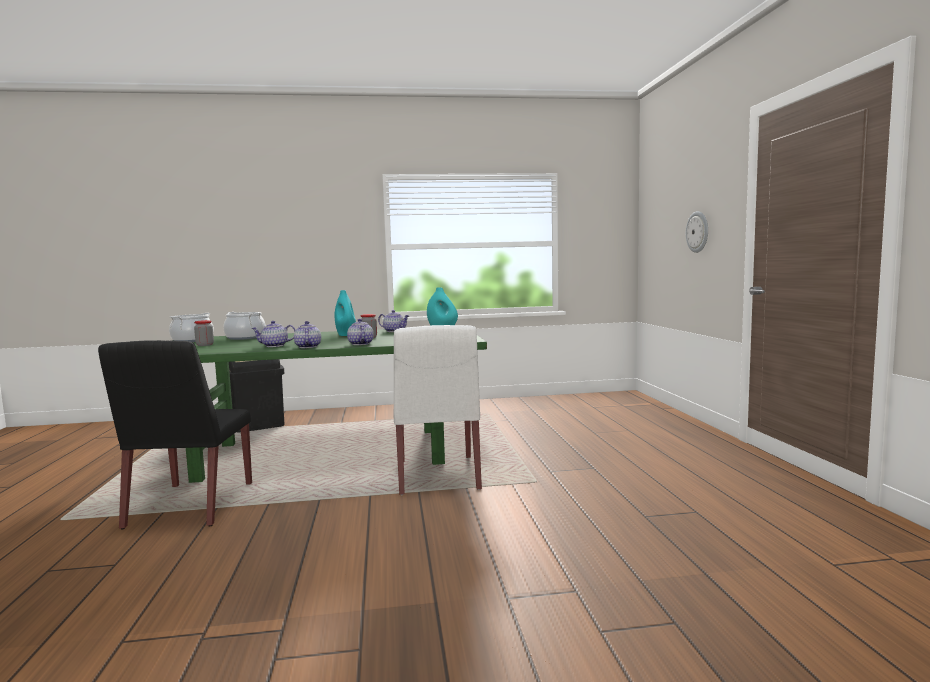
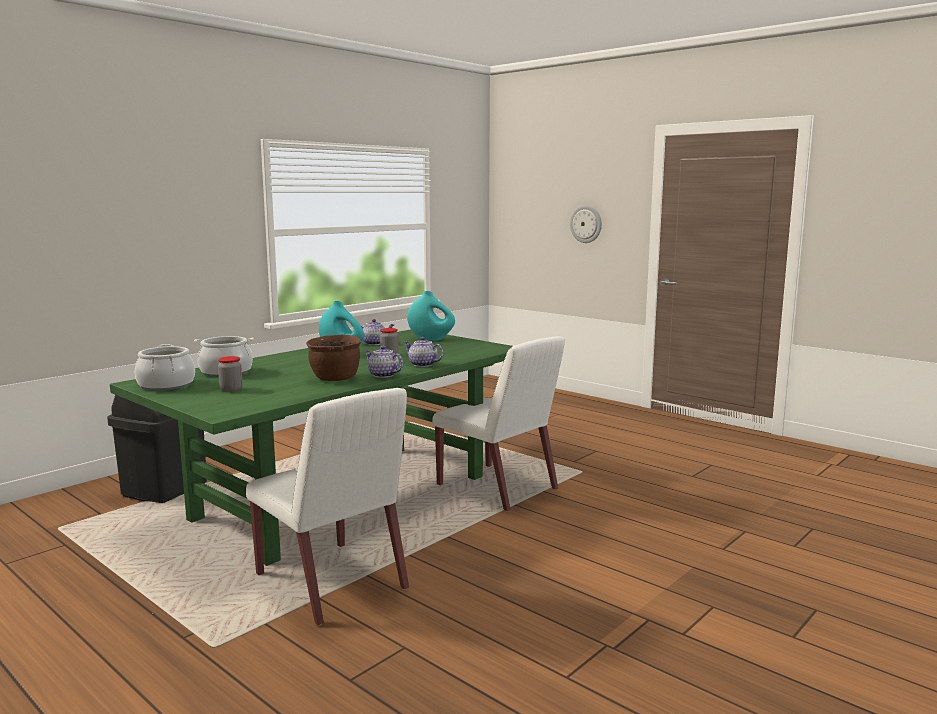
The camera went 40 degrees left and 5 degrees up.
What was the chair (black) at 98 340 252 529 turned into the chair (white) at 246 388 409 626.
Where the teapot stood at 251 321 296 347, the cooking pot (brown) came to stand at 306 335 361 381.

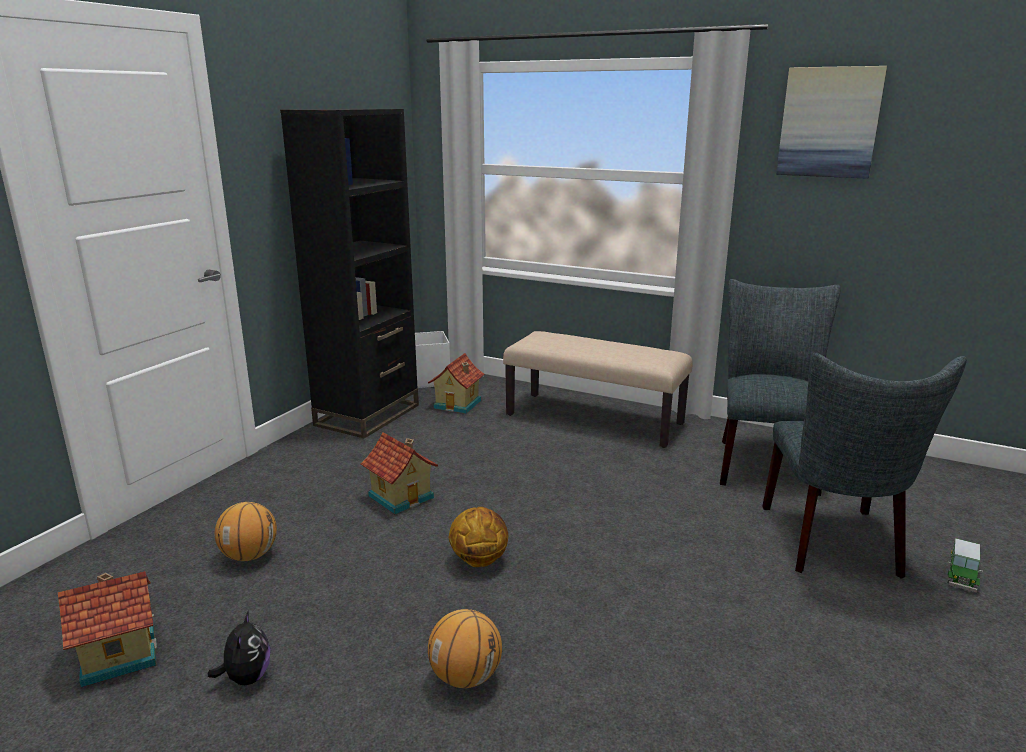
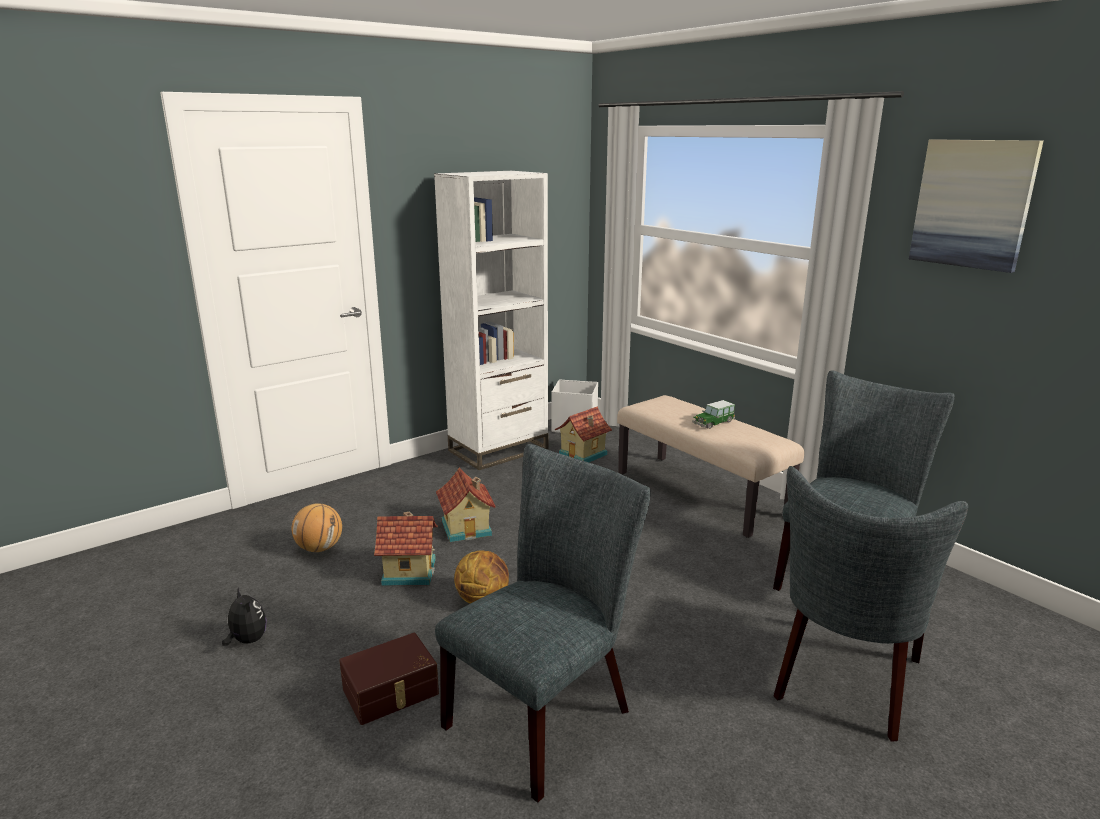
The camera went 25 degrees right and 0 degrees up.
The toy house ended up elsewhere, having gone from 58 571 157 687 to 374 511 438 586.
The plush toy at 208 610 270 685 ended up facing another way, 60 degrees counterclockwise from before.
What was the bookcase (black) at 280 109 419 438 turned into the bookcase (white) at 434 171 548 470.
Where the basketball stood at 428 609 502 688, the storage box (brown) came to stand at 339 633 439 725.
The toy car ended up elsewhere, having gone from 947 538 983 592 to 692 400 735 429.
The second view gained the chair (grey) at 435 444 651 803.

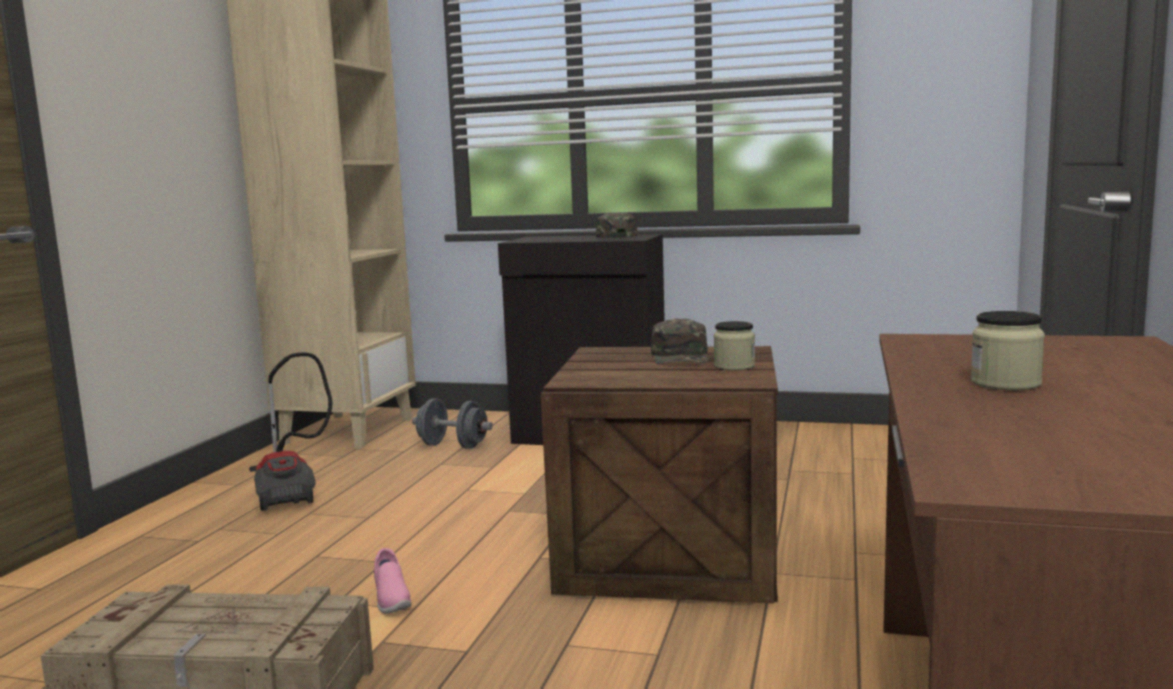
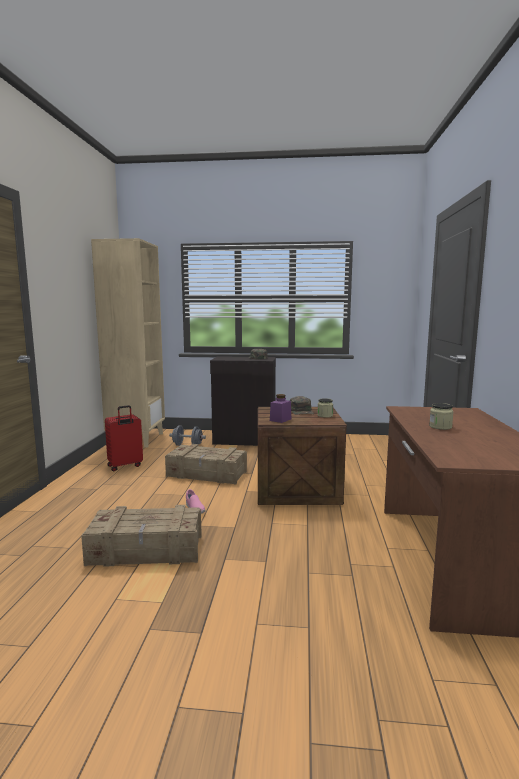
The camera went 10 degrees left and 0 degrees up.
Where the vacuum cleaner stood at 249 352 332 511, the suitcase (red) came to stand at 105 405 143 471.
The second view gained the crate at 165 444 247 485.
The second view gained the jar (purple) at 270 394 291 423.

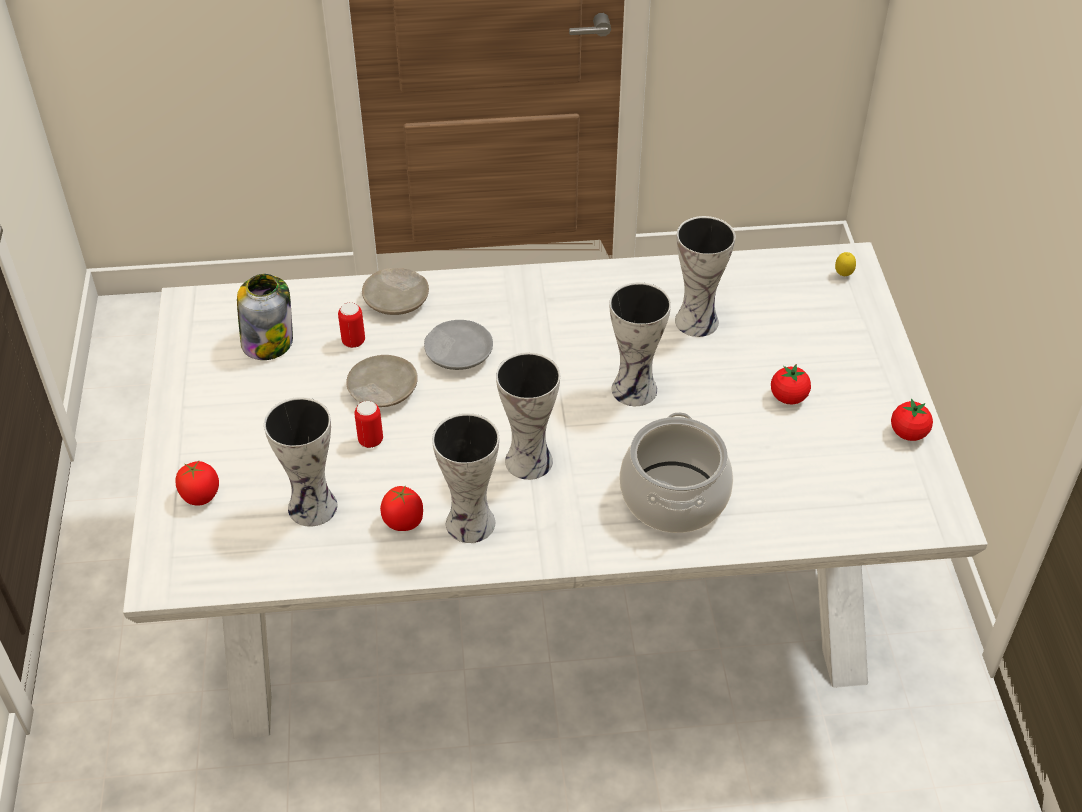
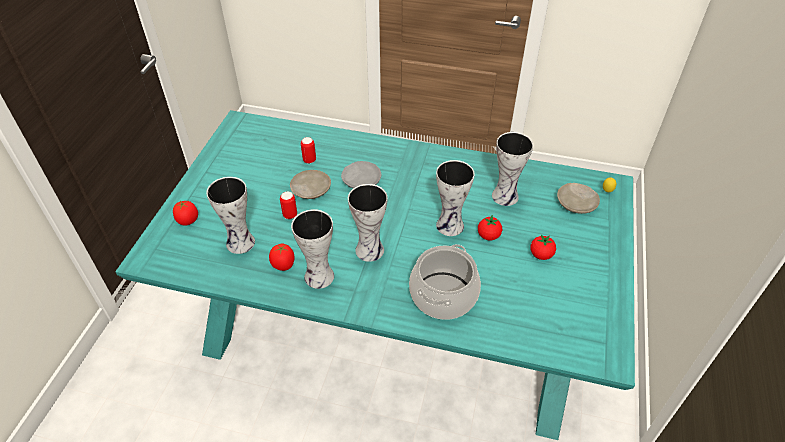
The camera went 20 degrees right and 0 degrees up.
What was the dining table (white) at 123 242 988 739 turned into the dining table (turquoise) at 115 110 635 440.
The second view lost the jar at 237 274 293 360.
The plate (beige) ended up elsewhere, having gone from 362 268 429 315 to 557 183 600 214.
The tomato ended up elsewhere, having gone from 891 398 933 441 to 478 215 502 241.

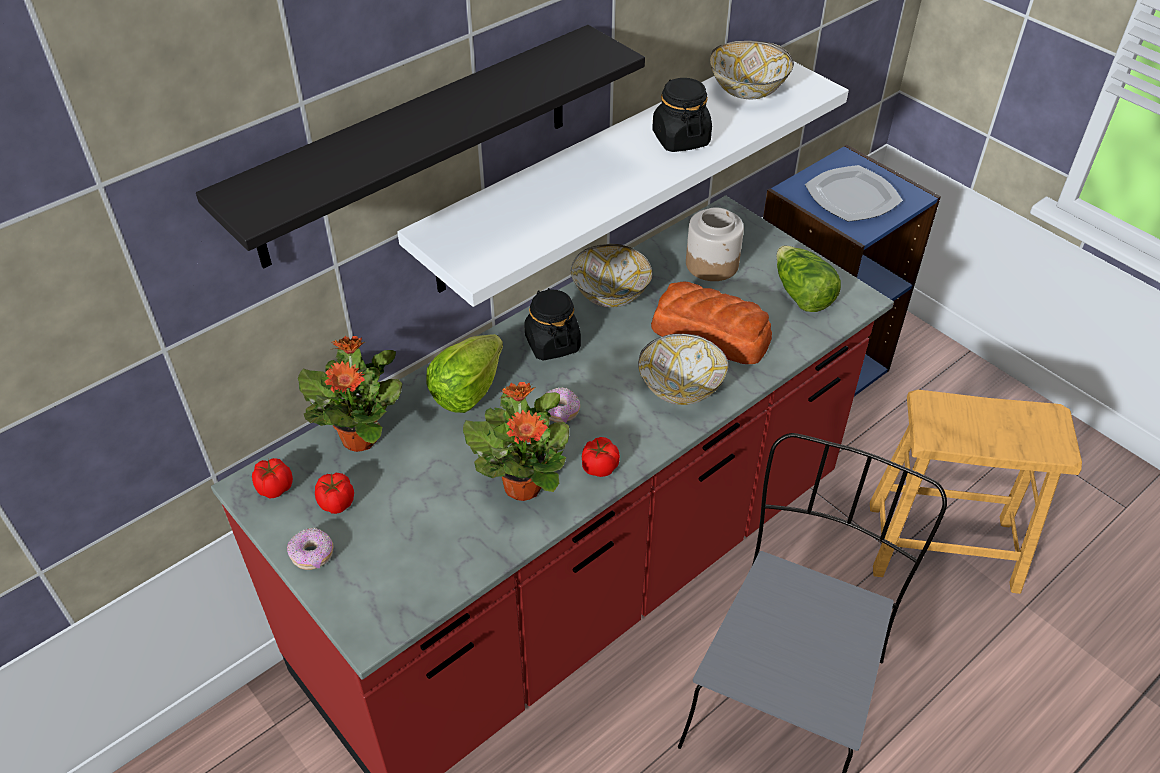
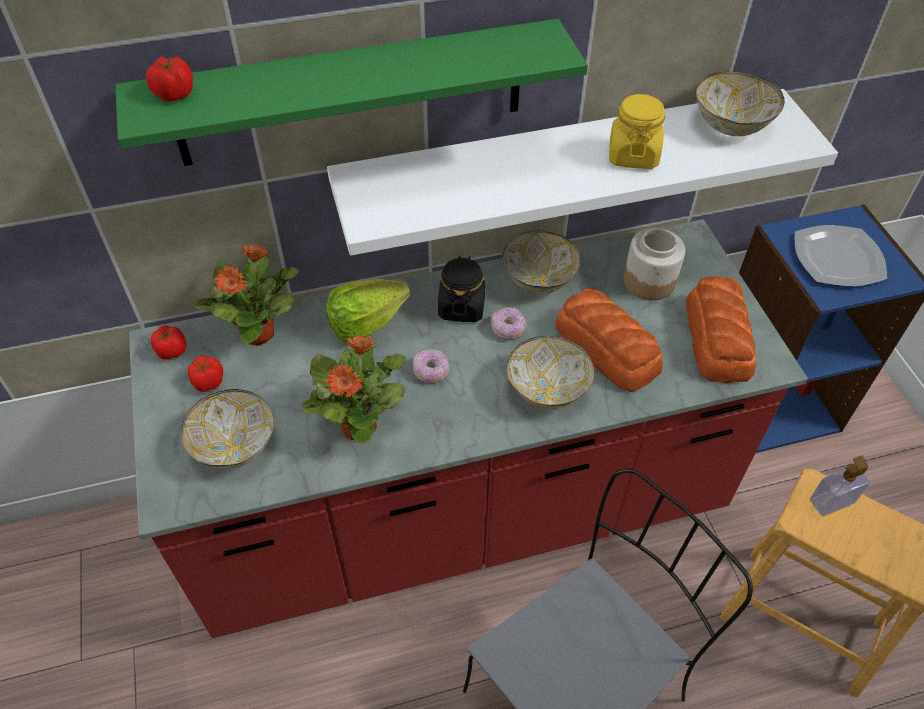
The camera went 25 degrees right and 5 degrees up.
What was the shelf (black) at 196 25 645 268 turned into the shelf (green) at 115 19 588 166.
The donut ended up elsewhere, having gone from 287 527 333 570 to 491 307 526 340.
The tomato ended up elsewhere, having gone from 582 437 620 477 to 146 56 193 101.
What was the jar (black) at 652 78 712 152 turned into the jar (yellow) at 609 94 665 169.
Where the lettuce stood at 777 245 841 312, the bread came to stand at 686 276 756 383.
The second view gained the bowl at 181 389 274 469.
The second view gained the soap dispenser at 810 455 870 516.

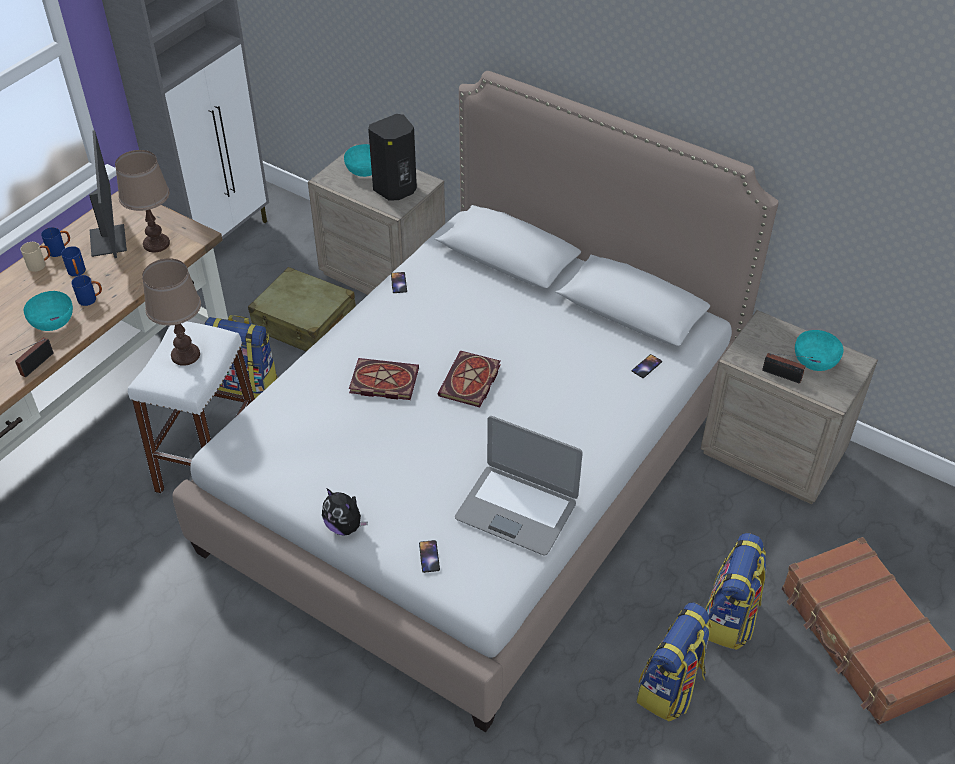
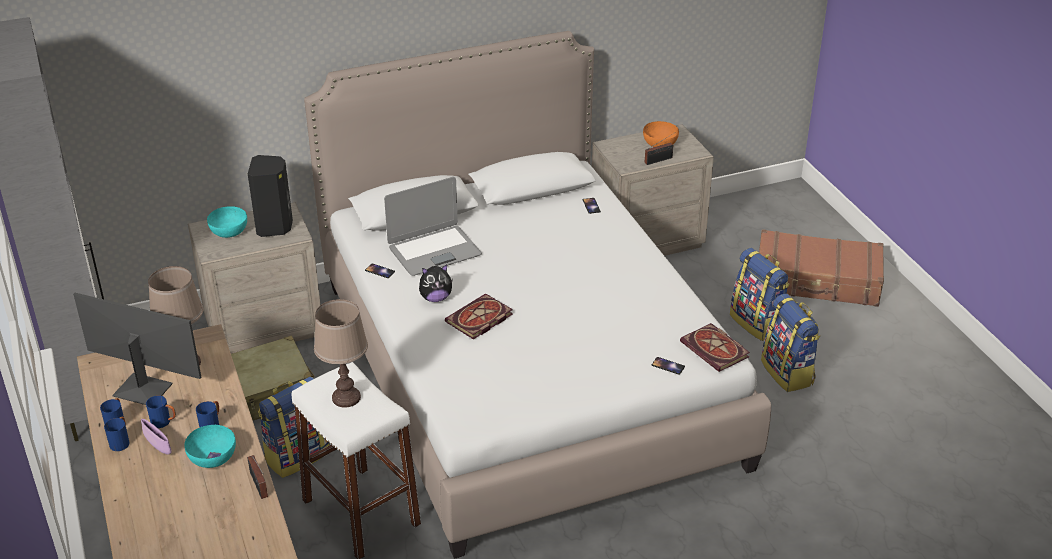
The camera went 55 degrees left and 10 degrees down.
What was the mug (beige) at 20 242 50 272 turned into the mug (blue) at 104 417 130 451.
The plush toy ended up elsewhere, having gone from 322 488 368 536 to 419 265 453 302.
The book ended up elsewhere, having gone from 438 351 500 407 to 680 323 750 372.
The laptop ended up elsewhere, having gone from 455 416 583 555 to 384 177 482 276.
What was the bowl (turquoise) at 795 330 843 371 turned into the bowl (orange) at 643 121 679 147.
The second view gained the bowl (purple) at 141 419 171 455.

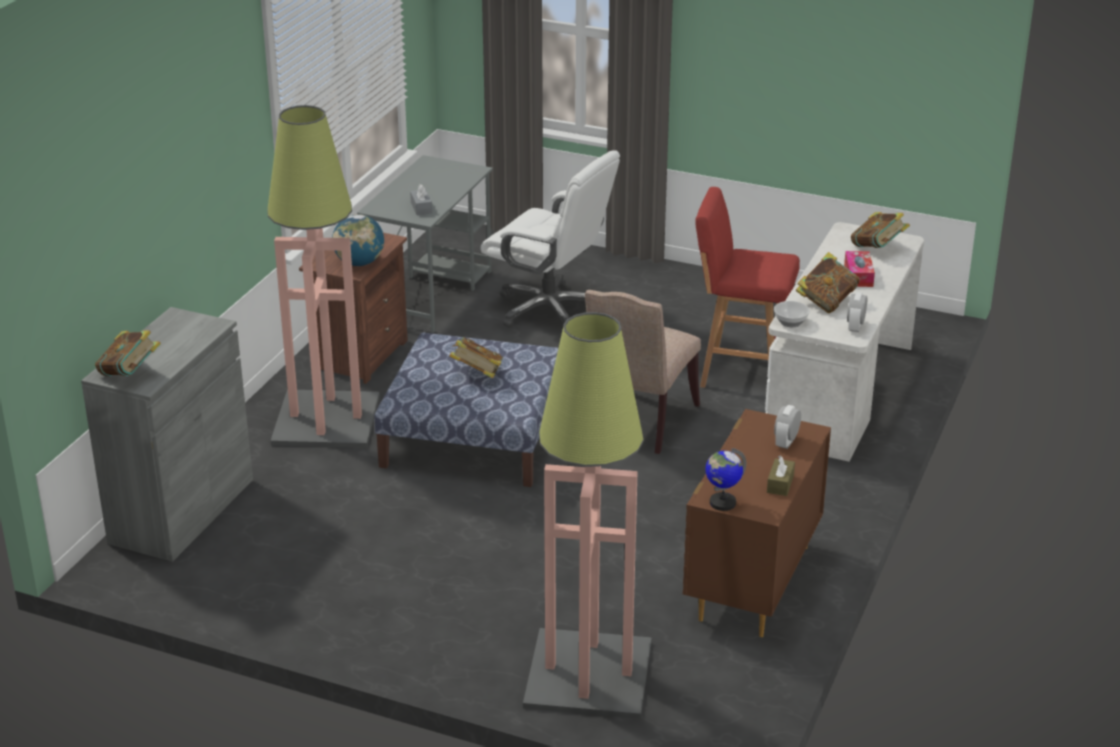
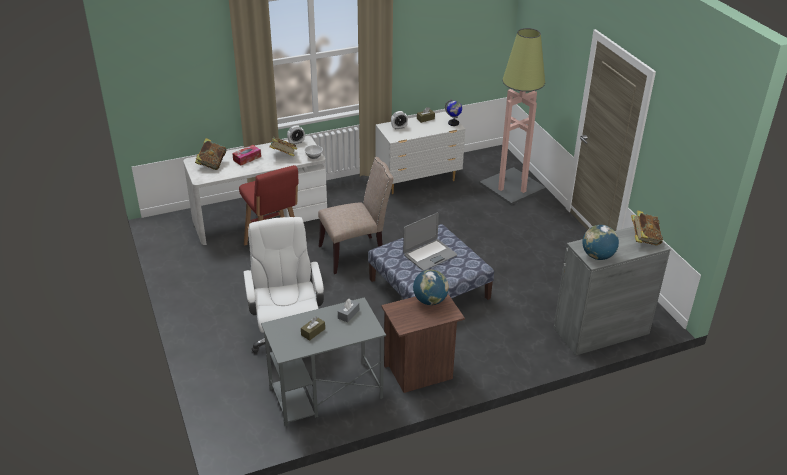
The camera went 135 degrees left and 5 degrees up.
The second view lost the floor lamp at 267 105 380 448.
Where the book stood at 449 337 503 378, the laptop came to stand at 403 213 457 271.
What was the dresser (brown) at 683 409 831 637 turned into the dresser (white) at 376 112 465 194.
The second view gained the tissue box (brown) at 301 317 325 341.
The second view gained the globe at 582 225 619 260.

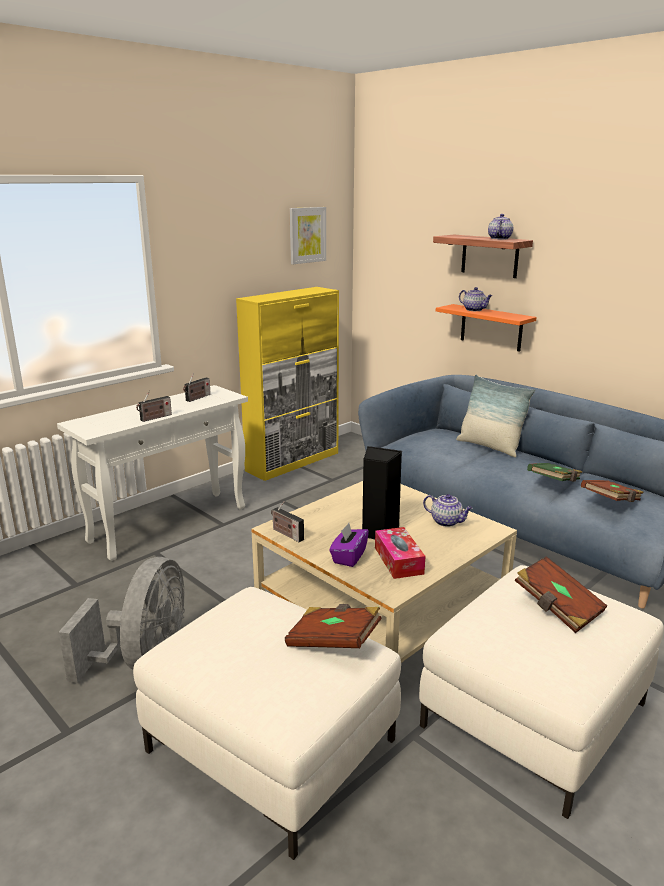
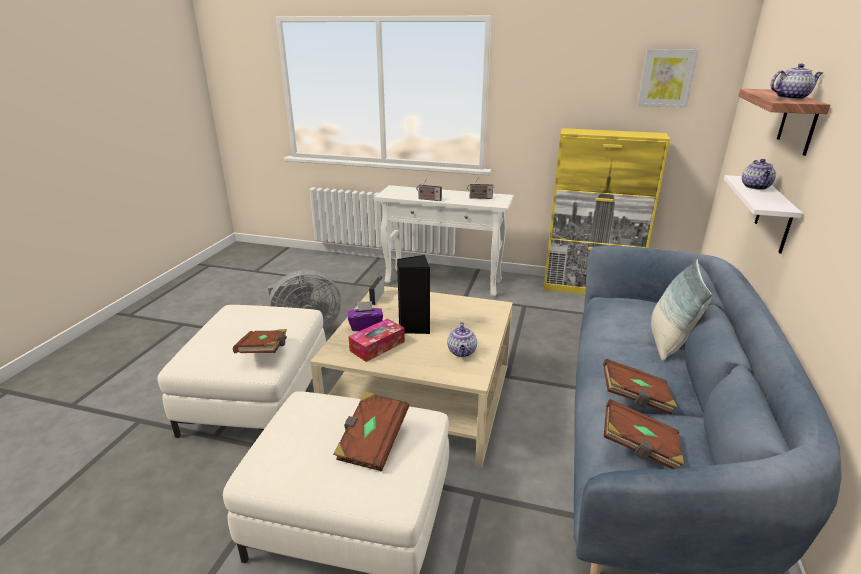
The camera went 60 degrees right and 5 degrees up.
What was the shelf (orange) at 436 304 537 352 turned into the shelf (white) at 724 175 803 254.
What was the book (green) at 527 463 582 482 turned into the book (brown) at 603 359 677 414.

